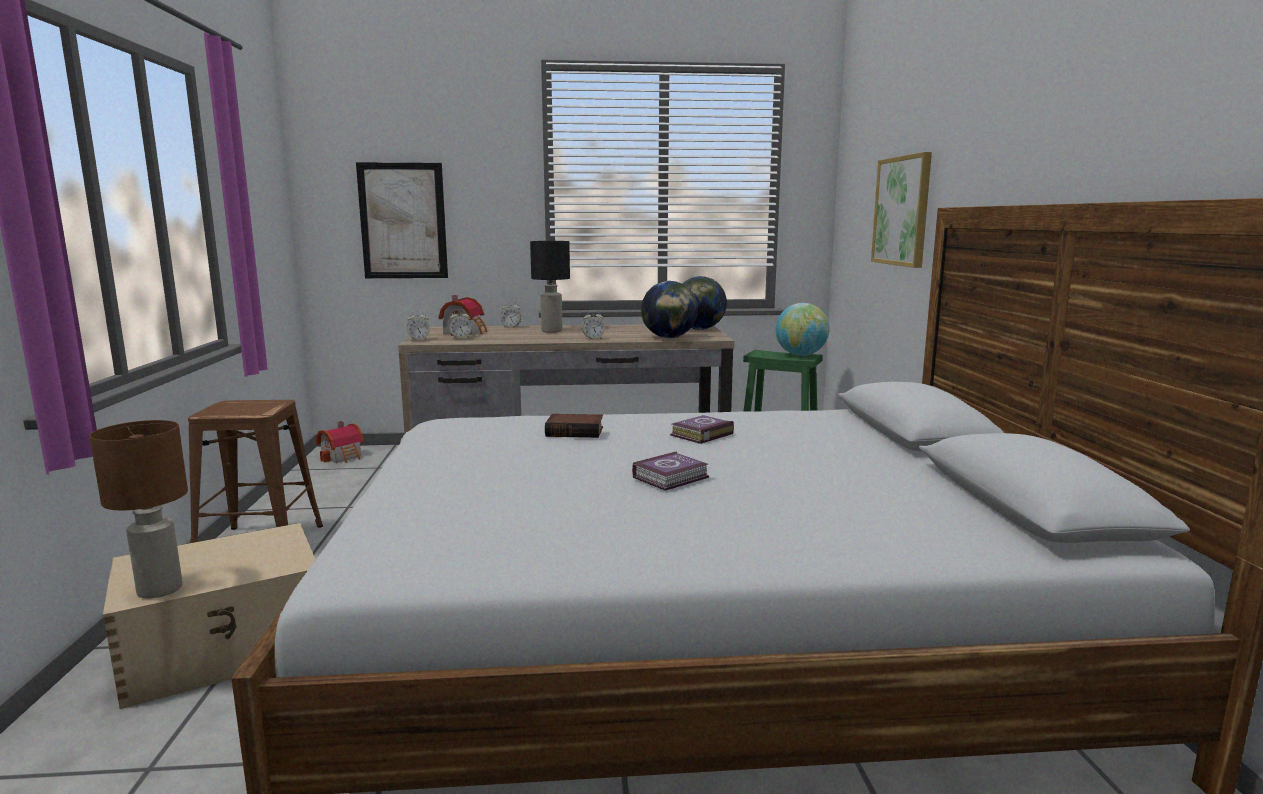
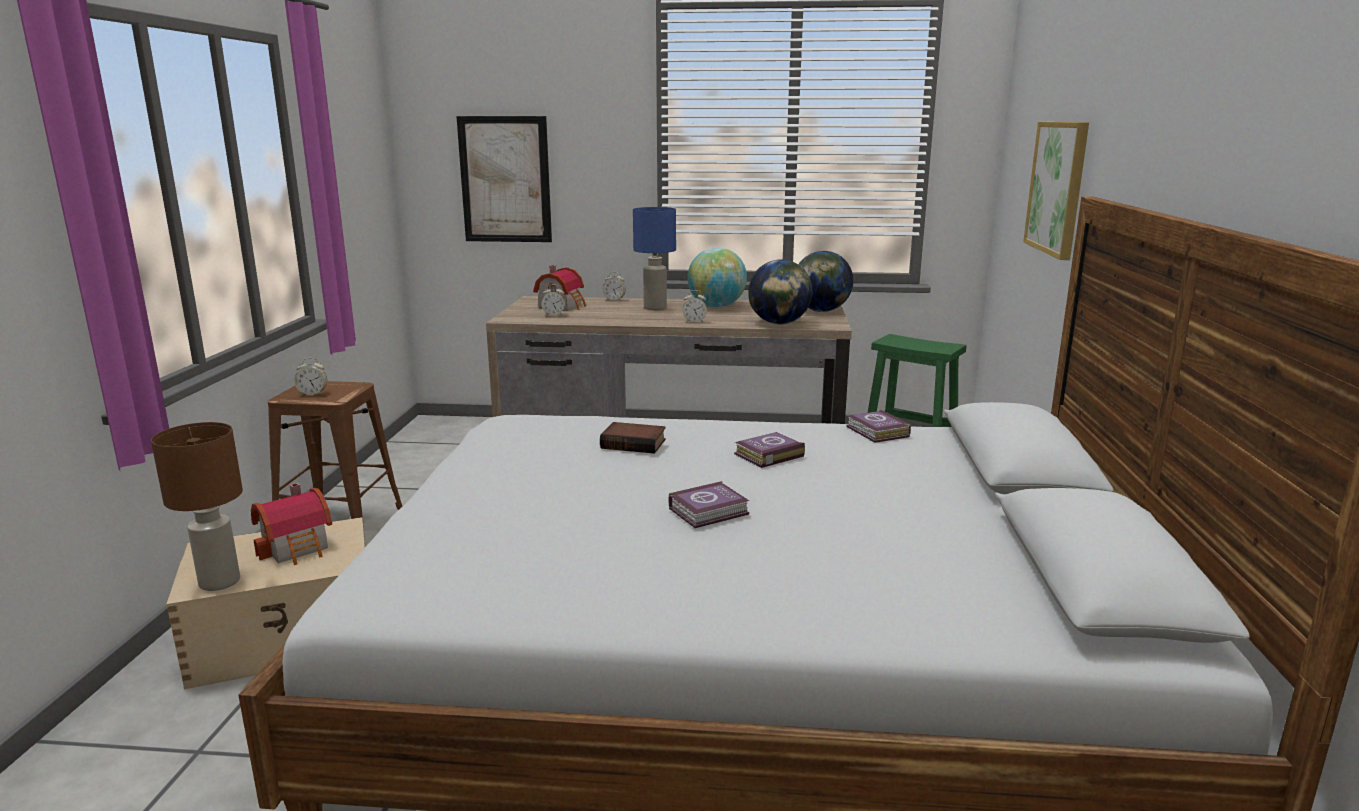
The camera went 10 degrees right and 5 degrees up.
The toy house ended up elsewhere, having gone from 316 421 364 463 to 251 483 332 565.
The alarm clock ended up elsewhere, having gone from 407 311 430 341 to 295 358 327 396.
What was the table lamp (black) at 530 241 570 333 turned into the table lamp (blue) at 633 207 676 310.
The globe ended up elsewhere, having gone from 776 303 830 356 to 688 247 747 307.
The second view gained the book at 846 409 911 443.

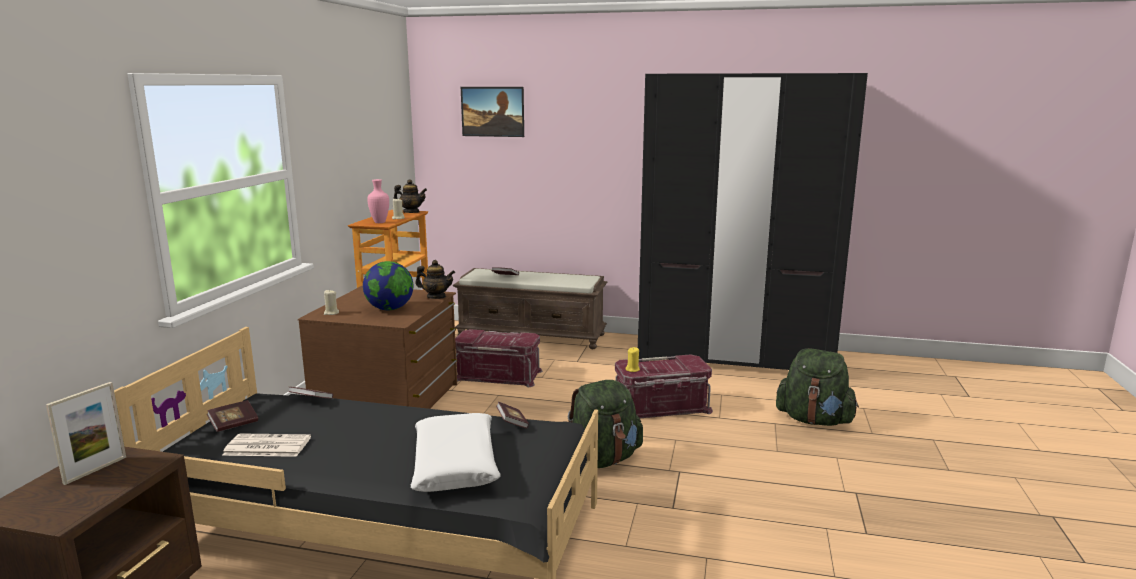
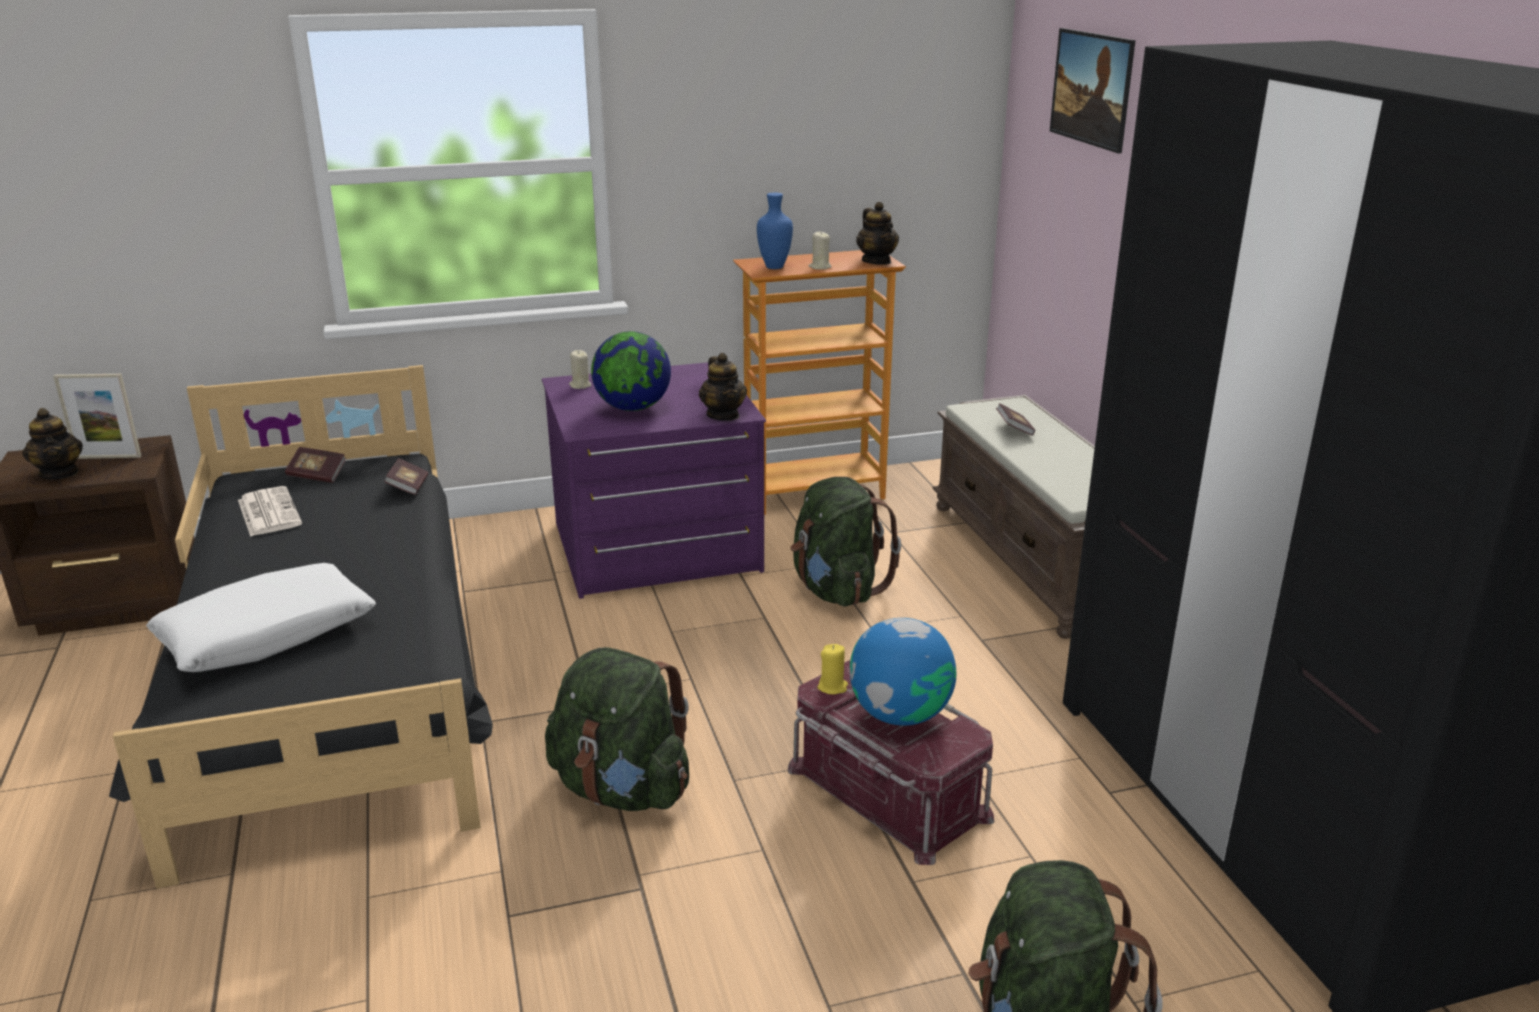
The camera went 60 degrees right and 10 degrees up.
What was the dresser (brown) at 298 286 457 409 turned into the dresser (purple) at 542 362 766 599.
What was the vase (pink) at 367 179 389 223 turned into the vase (blue) at 757 193 793 269.
Where the storage box (red) stood at 455 329 543 387, the backpack (green) came to stand at 791 477 901 606.
The second view lost the book at 496 402 529 429.
The second view gained the teapot at 22 408 83 480.
The second view gained the globe at 850 618 956 726.

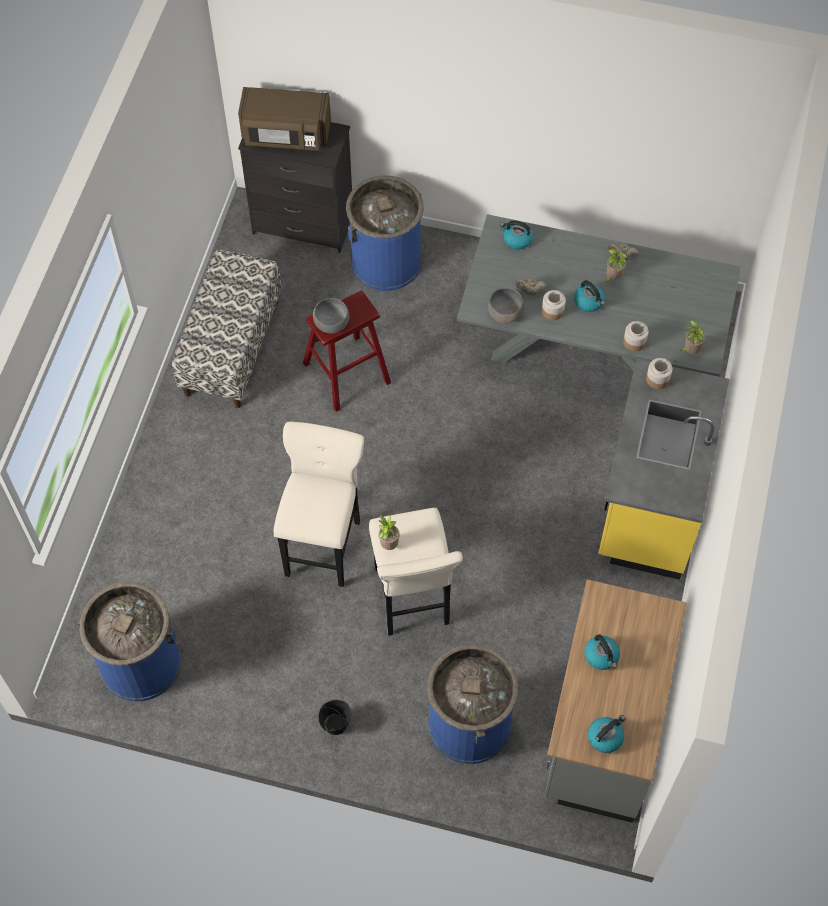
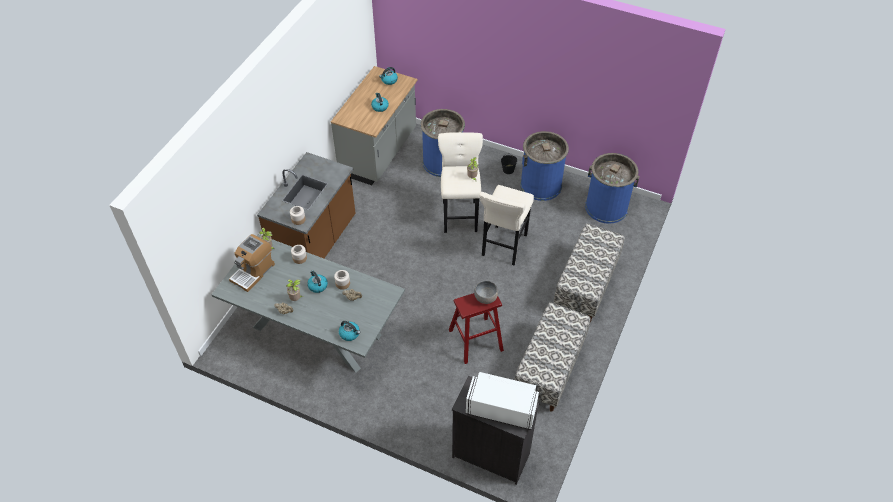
The camera went 170 degrees left and 10 degrees down.
What was the microwave (brown) at 238 87 331 151 turned into the microwave (white) at 466 372 539 430.
The trash can (blue) ended up elsewhere, having gone from 346 176 423 291 to 520 131 569 201.
The second view lost the bowl (grey) at 488 288 524 324.
What was the counter (yellow) at 598 359 729 580 turned into the counter (brown) at 257 152 356 258.
The second view gained the coffee machine at 229 234 275 292.
The second view gained the bench at 554 224 625 322.

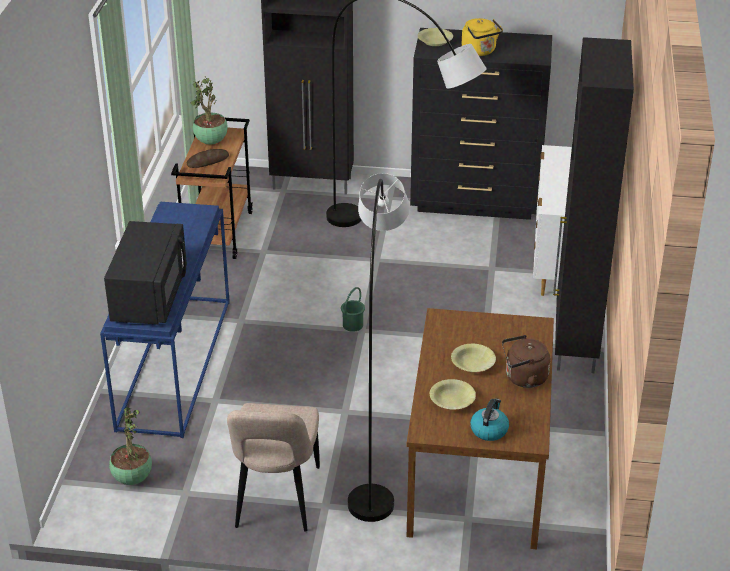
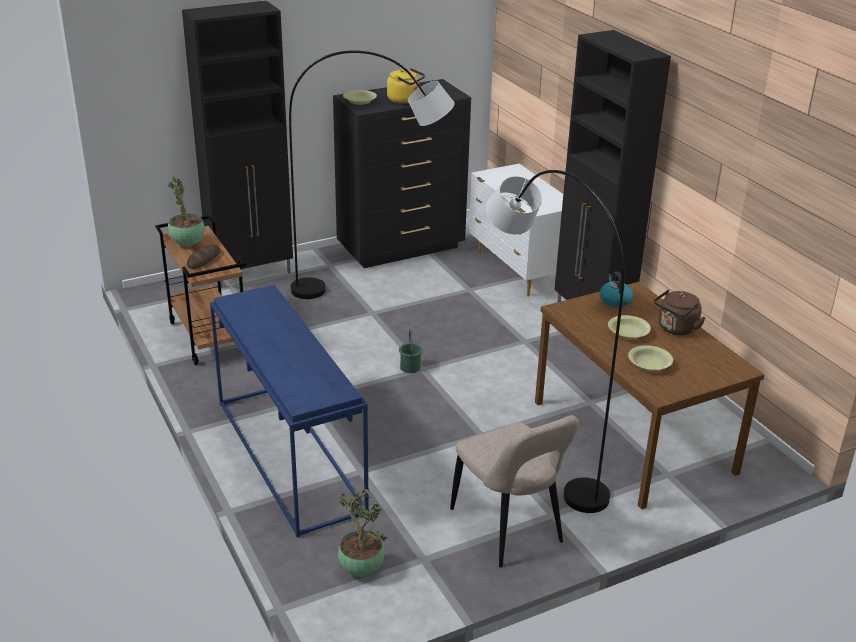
The camera went 35 degrees left and 5 degrees down.
The second view lost the microwave (black) at 104 221 187 325.
The kettle ended up elsewhere, having gone from 470 399 509 441 to 600 271 633 307.

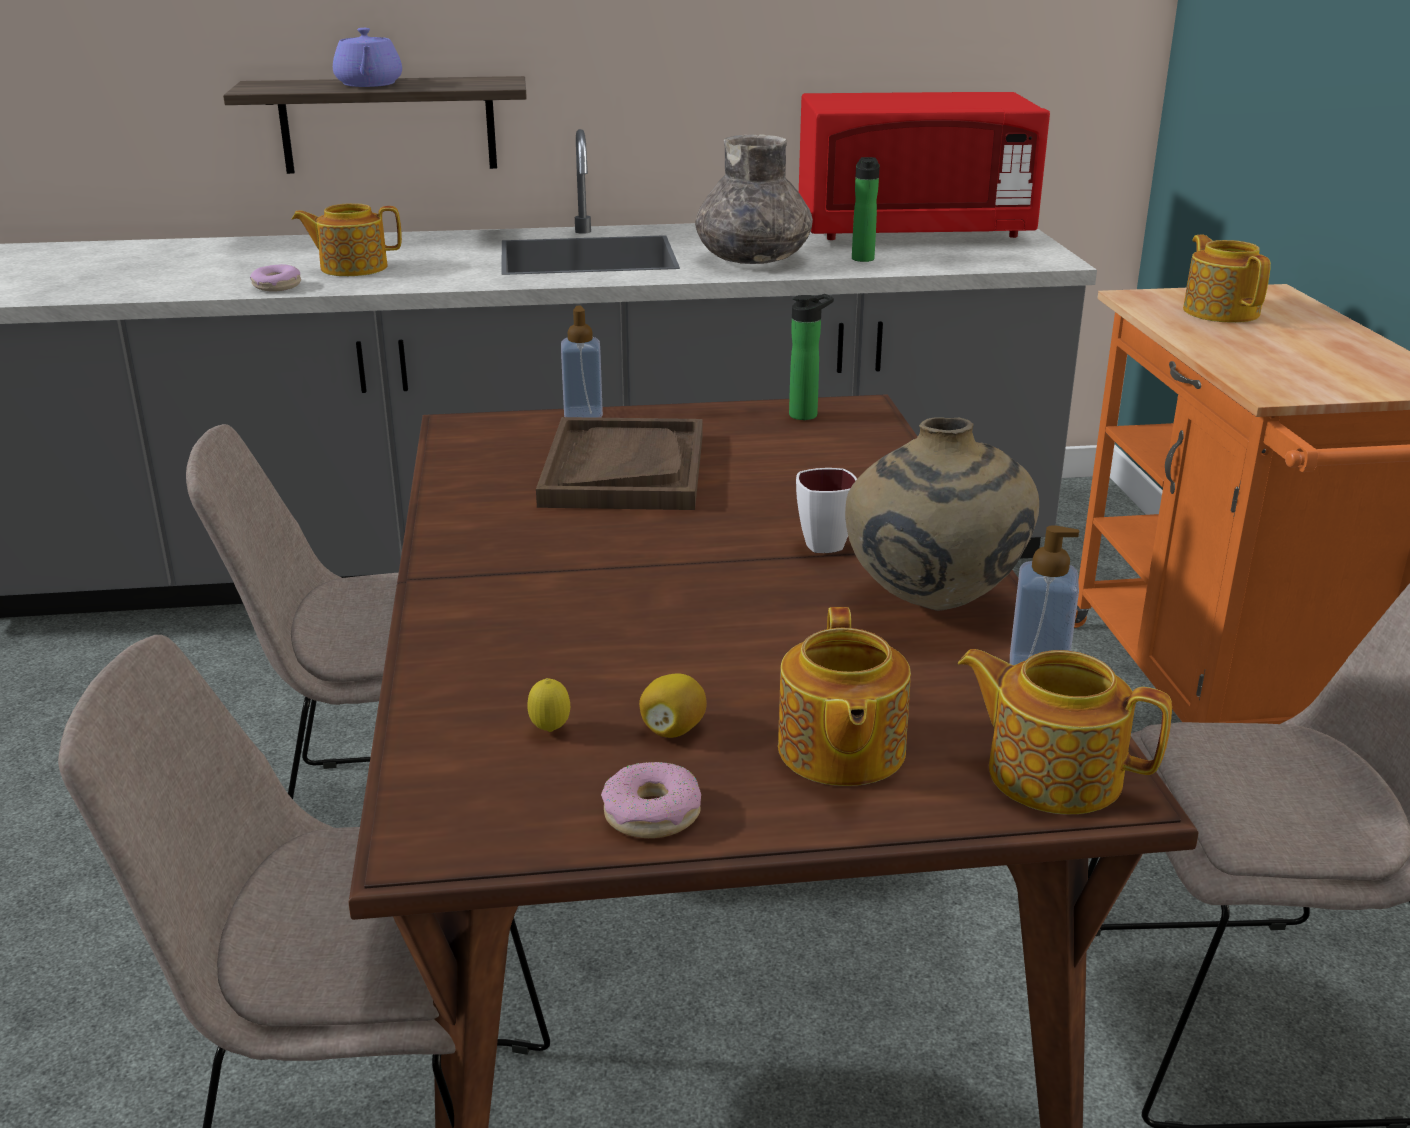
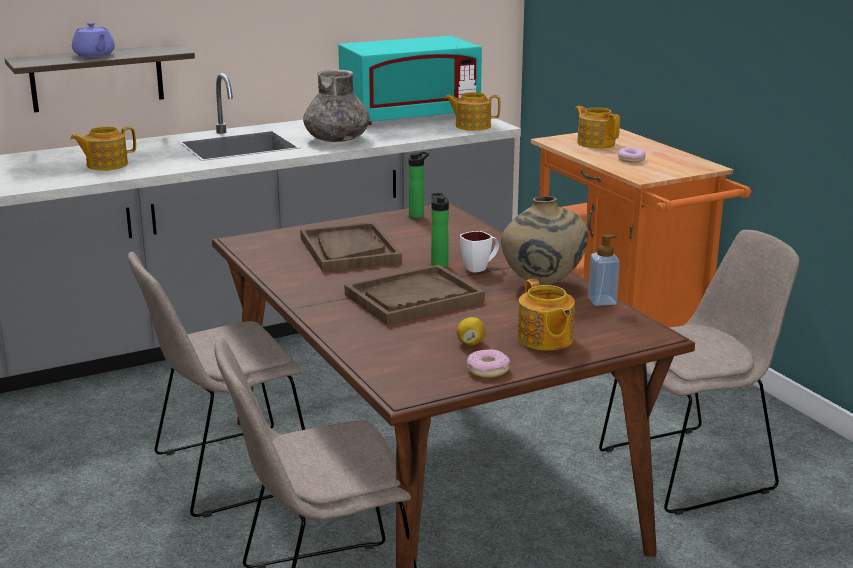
The camera went 20 degrees left and 5 degrees down.
The donut ended up elsewhere, having gone from 250 264 301 292 to 618 147 646 163.
The second view lost the lemon at 528 678 570 732.
The second view lost the soap dispenser at 561 306 603 418.
What was the microwave (red) at 799 92 1050 240 turned into the microwave (turquoise) at 338 36 482 125.
The bottle ended up elsewhere, having gone from 852 157 880 262 to 431 193 449 268.
The teapot ended up elsewhere, having gone from 958 649 1172 814 to 444 92 500 131.
The second view gained the tray (brown) at 344 265 485 325.

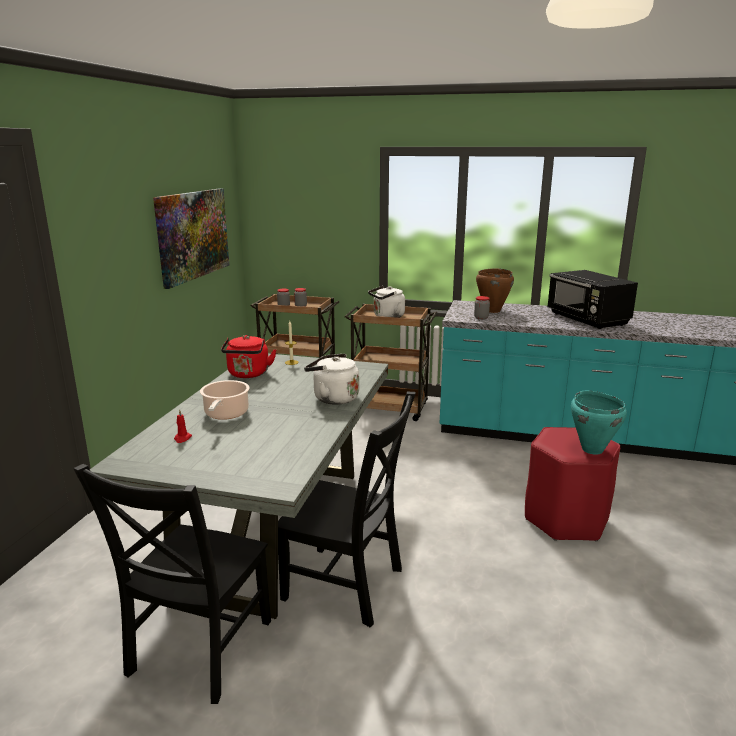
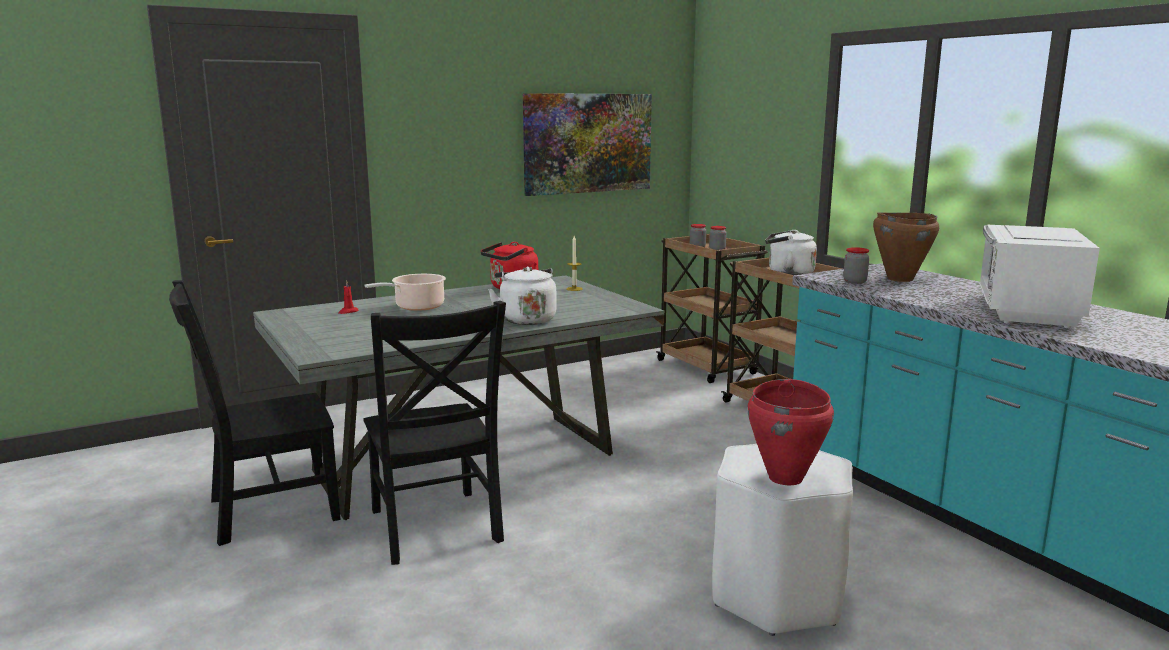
The camera went 45 degrees right and 5 degrees down.
What was the stool (red) at 525 427 620 542 turned into the stool (white) at 712 444 853 636.
What was the microwave (black) at 547 270 638 329 turned into the microwave (white) at 979 225 1100 328.
What was the cooking pot (turquoise) at 571 391 627 455 turned into the cooking pot (red) at 747 379 834 485.

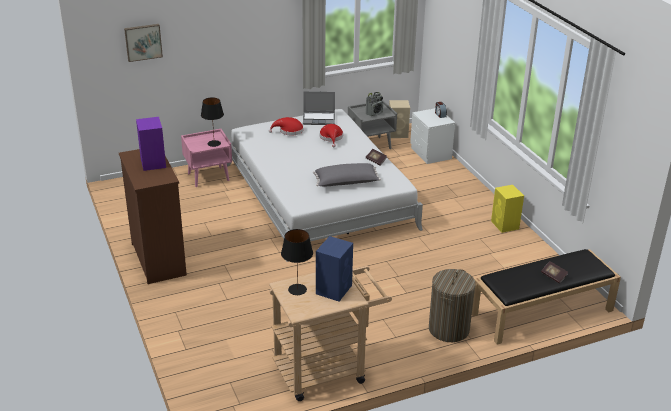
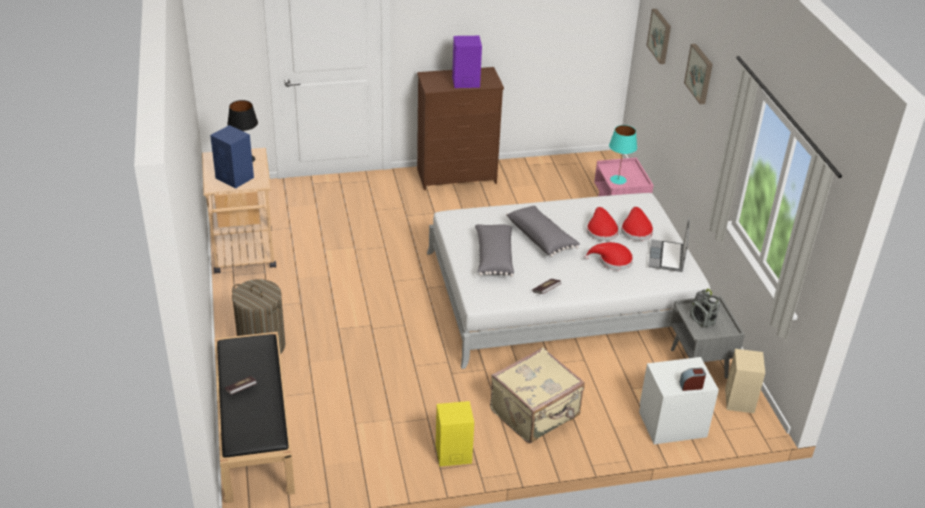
The camera went 100 degrees right and 5 degrees up.
What was the table lamp (black) at 201 97 224 147 turned into the table lamp (turquoise) at 609 125 637 184.
The second view gained the suitcase (beige) at 490 347 585 443.
The second view gained the pillow (grey) at 506 206 580 257.
The second view gained the hat (red) at 586 207 619 241.
The second view gained the picture at 684 44 713 104.

